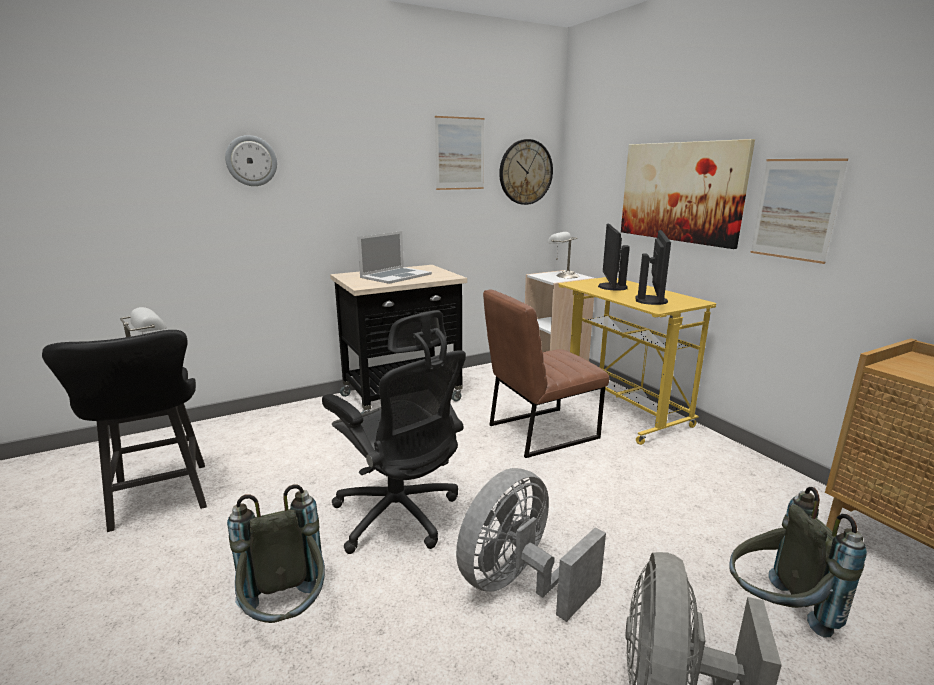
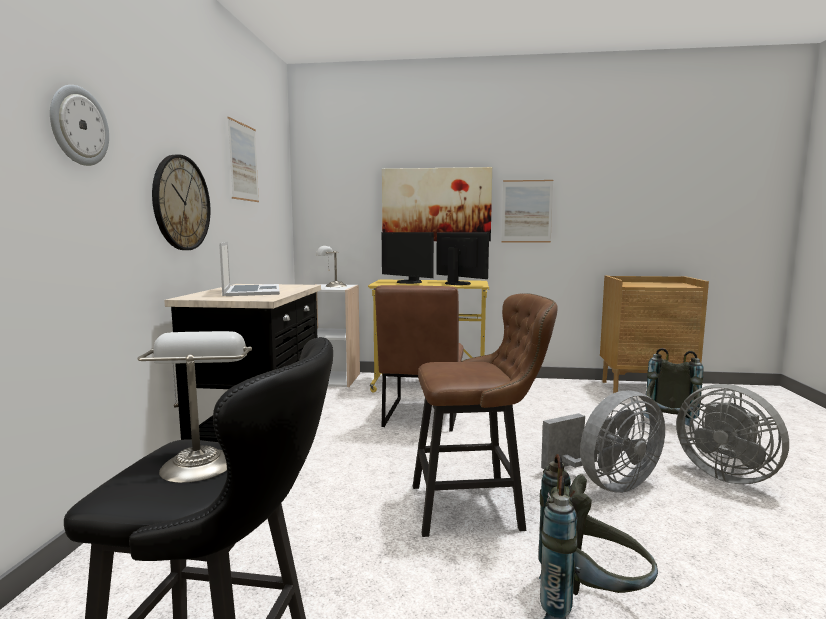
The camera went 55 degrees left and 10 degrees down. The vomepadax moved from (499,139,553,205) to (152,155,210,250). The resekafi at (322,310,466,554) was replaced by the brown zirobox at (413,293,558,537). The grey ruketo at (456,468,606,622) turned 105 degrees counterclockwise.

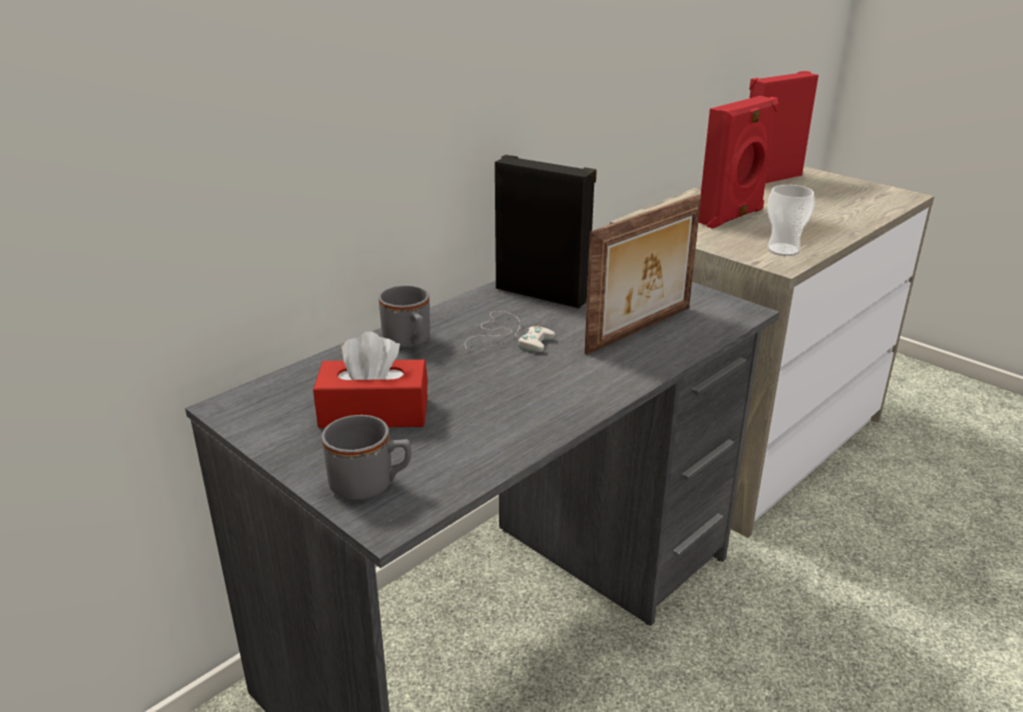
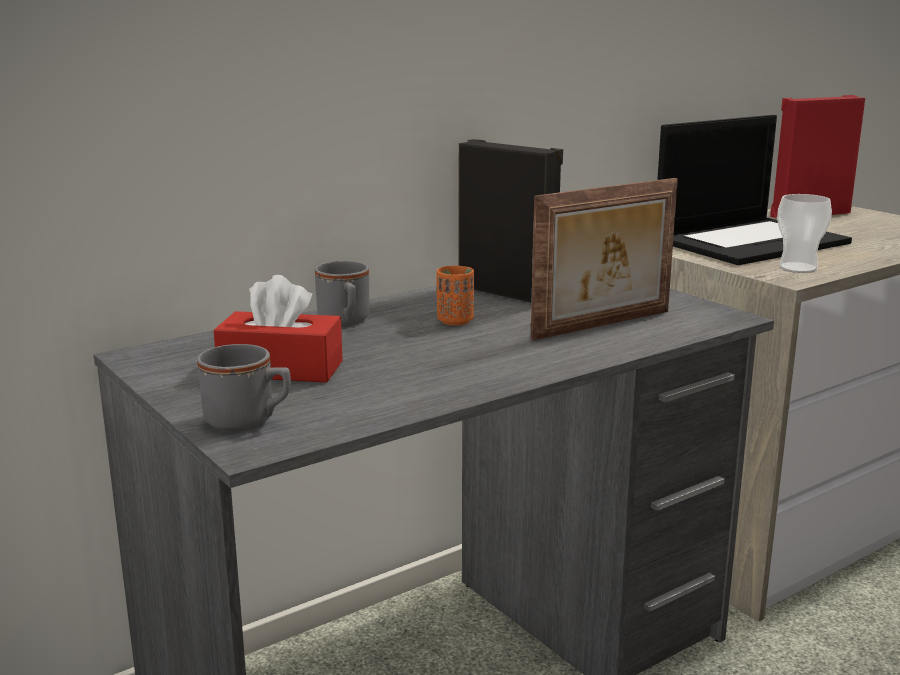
The camera went 10 degrees right and 10 degrees down. The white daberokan at (465,311,555,352) was replaced by the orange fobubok at (437,266,474,325). The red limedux at (698,96,778,229) was replaced by the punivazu at (657,115,852,265).

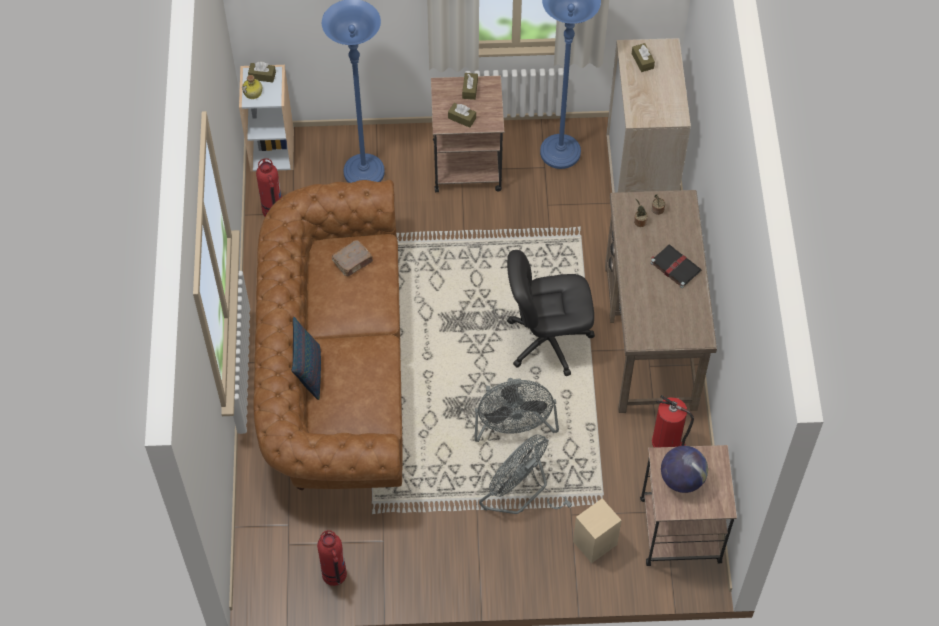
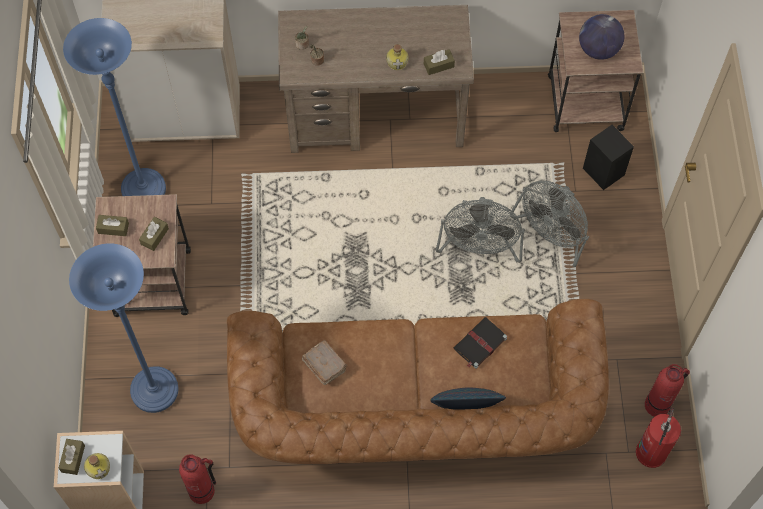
The camera went 90 degrees left and 5 degrees up. The black resekafi at (507,250,595,376) disappeared. The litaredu at (386,44,409,70) appeared. The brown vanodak moved from (632,43,655,72) to (424,49,455,75). The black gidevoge moved from (651,244,701,288) to (453,317,507,369). The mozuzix moved from (652,395,694,448) to (636,407,681,468). The beige limedux at (573,498,622,563) became the black limedux at (583,125,634,190). The grey ruketo at (474,378,559,442) turned 105 degrees clockwise.

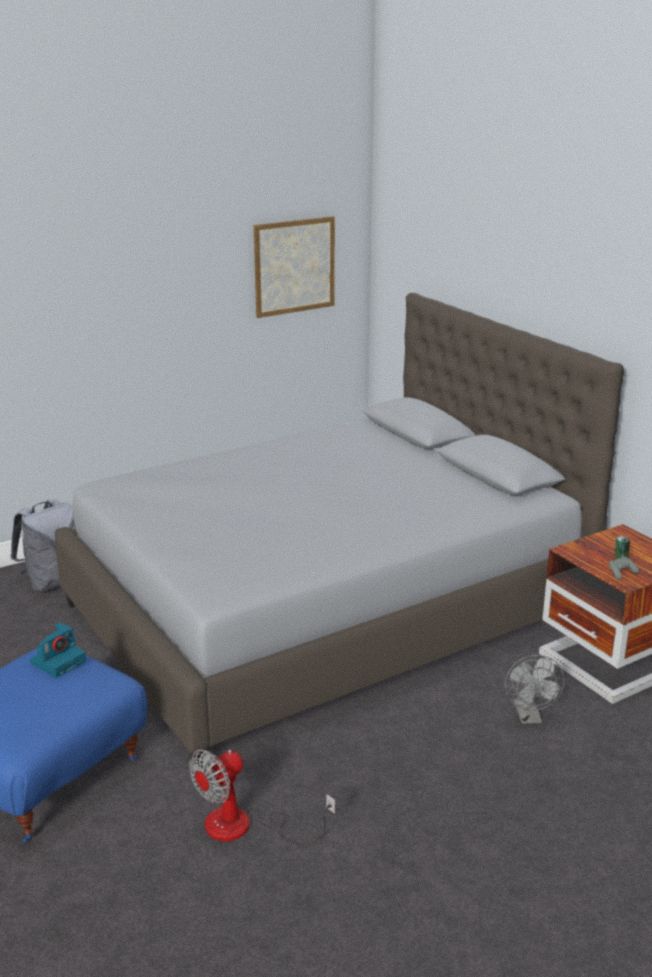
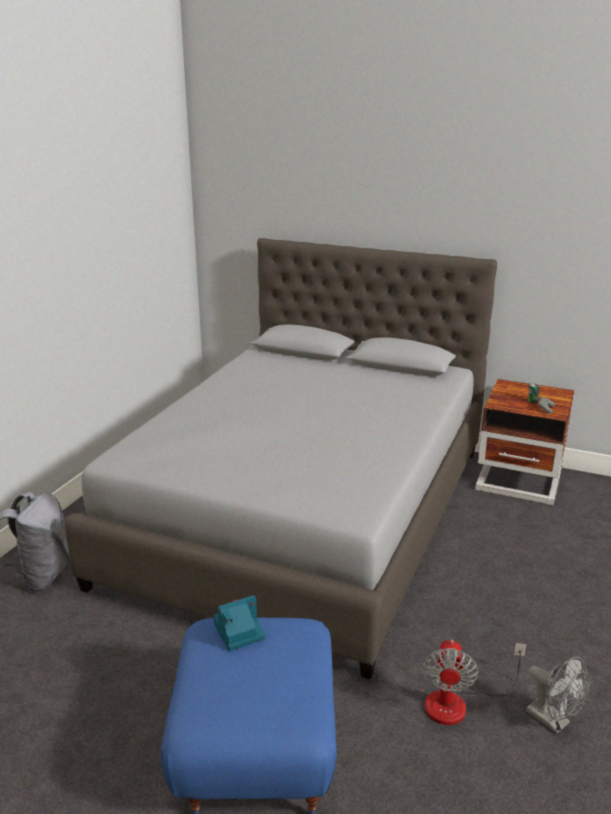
The camera went 35 degrees left and 0 degrees up. The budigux at (254,216,335,318) disappeared. The grey ruketo moved from (505,655,565,724) to (526,657,590,734). The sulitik at (30,623,86,678) turned 120 degrees counterclockwise.

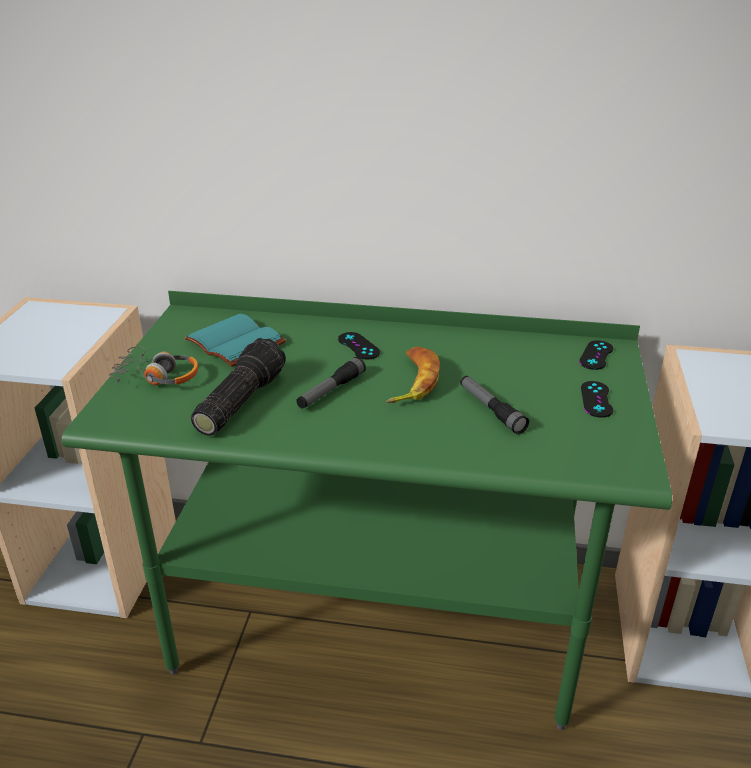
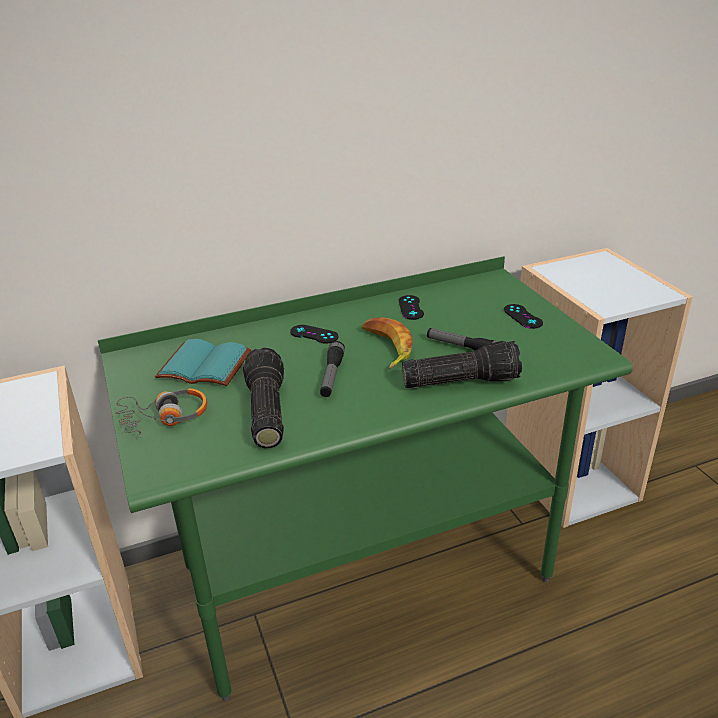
The camera went 30 degrees left and 0 degrees up. The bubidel at (402,341,522,388) appeared. The black daberokan moved from (579,340,613,370) to (398,295,424,320).

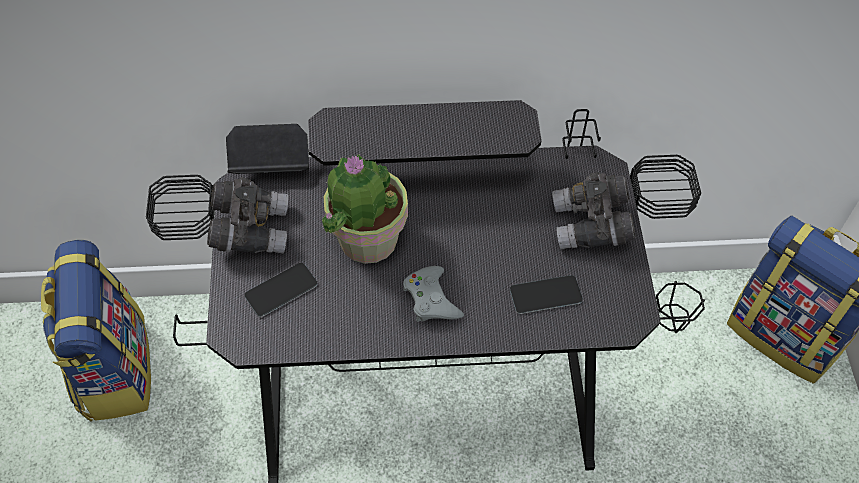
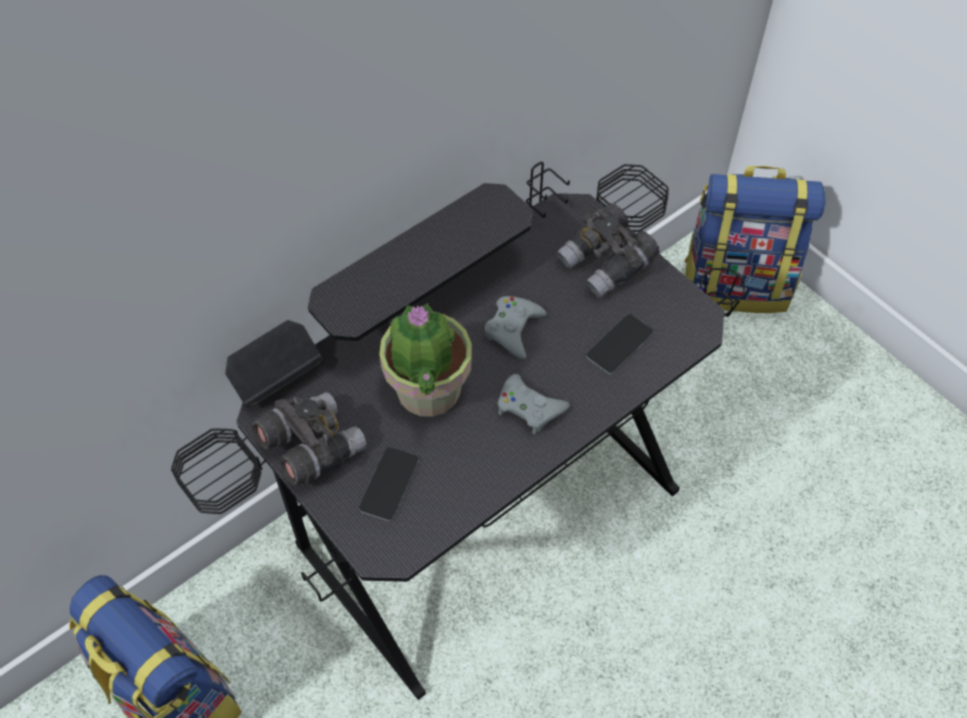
The camera went 35 degrees left and 0 degrees up. The grey daberokan at (484,296,547,359) appeared.

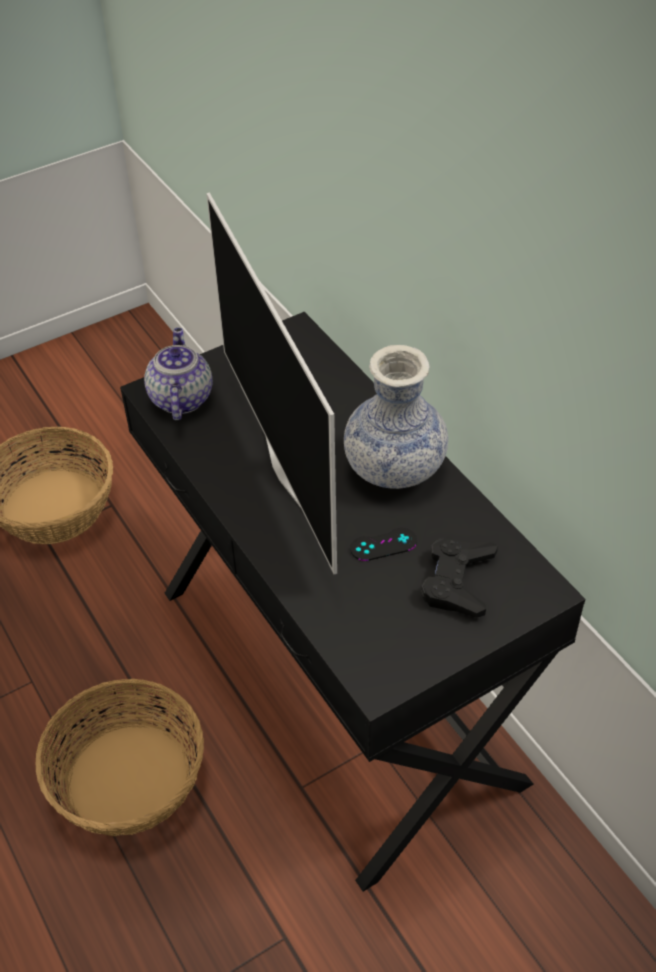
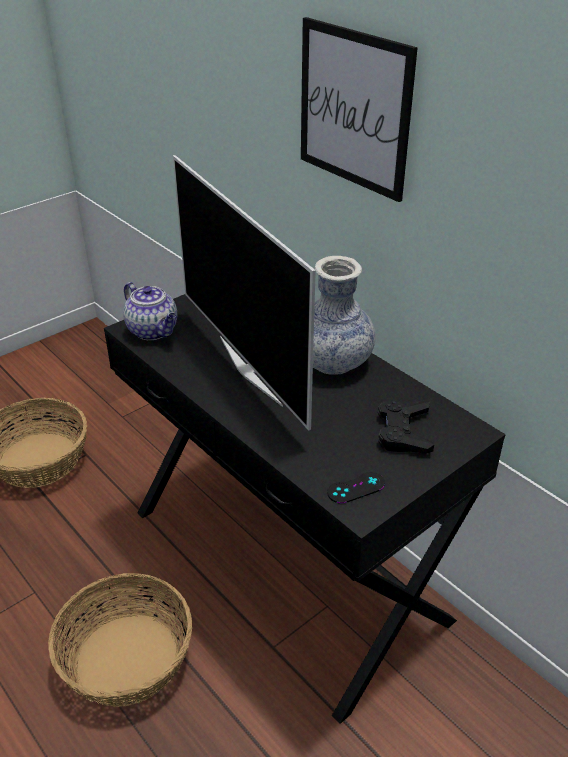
The camera went 10 degrees left and 10 degrees down. The budigux at (301,17,418,202) appeared. The black daberokan moved from (350,528,417,561) to (327,472,385,503). The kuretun at (144,328,213,420) turned 150 degrees clockwise.

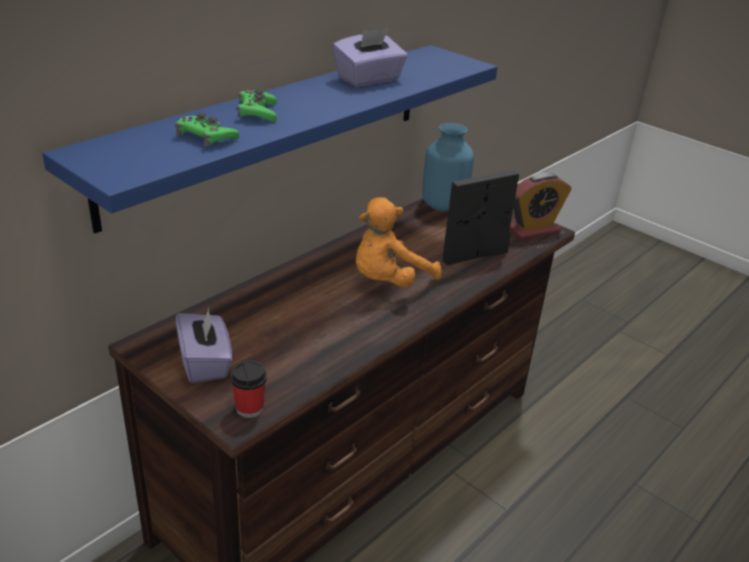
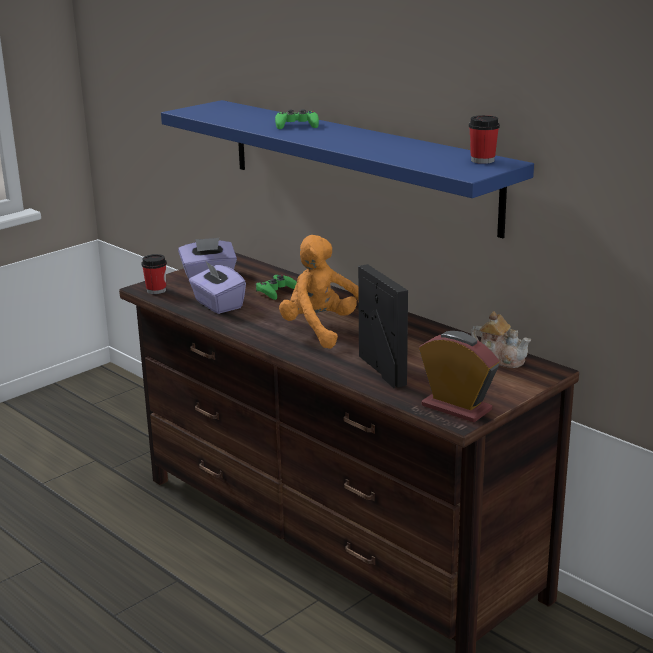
The camera went 95 degrees right and 10 degrees down. The fobubok at (469,115,500,164) appeared. The green daberokan moved from (175,113,239,147) to (255,275,297,300). The purple vanodak moved from (333,28,408,87) to (189,262,246,314). The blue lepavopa at (422,123,474,211) was replaced by the kuretun at (471,311,531,368). The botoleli at (510,172,572,239) turned 150 degrees clockwise.

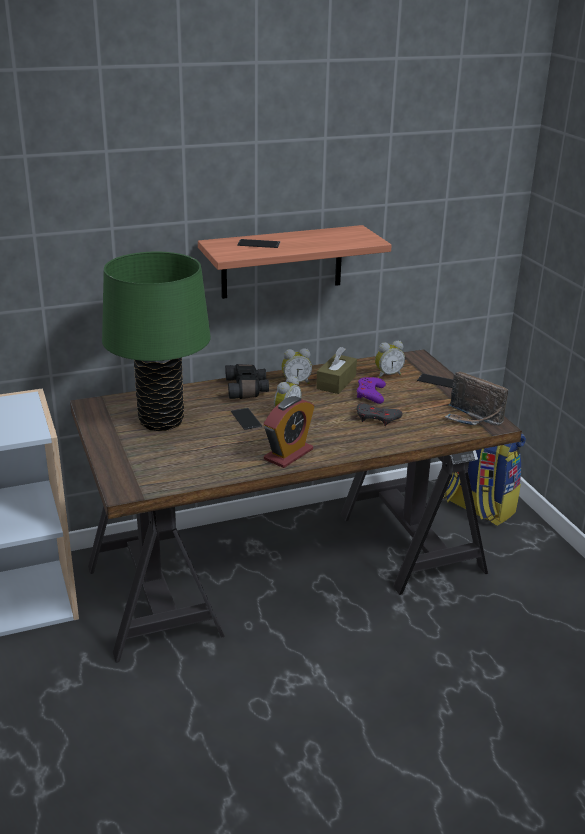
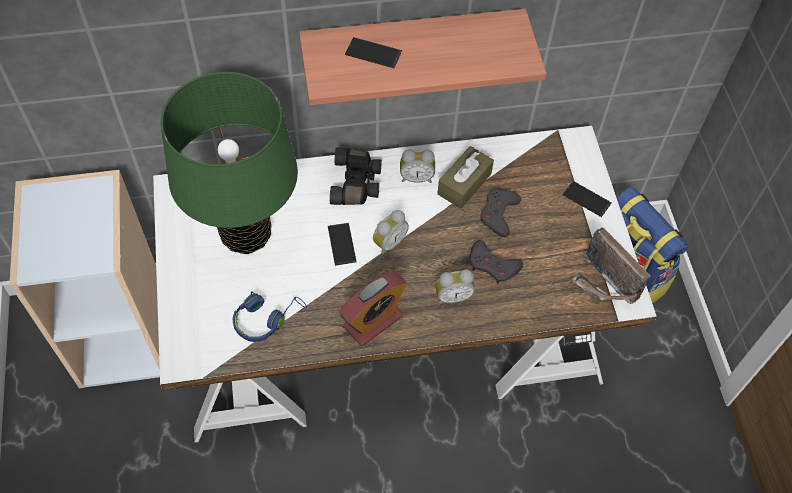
The camera went 10 degrees right and 30 degrees up. The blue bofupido at (233,291,307,342) appeared. The botoleli moved from (375,341,405,378) to (435,269,475,304). The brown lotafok at (70,349,522,663) became the white lotafok at (153,126,657,443). The purple daberokan at (357,377,386,404) became the grey daberokan at (480,189,521,237).

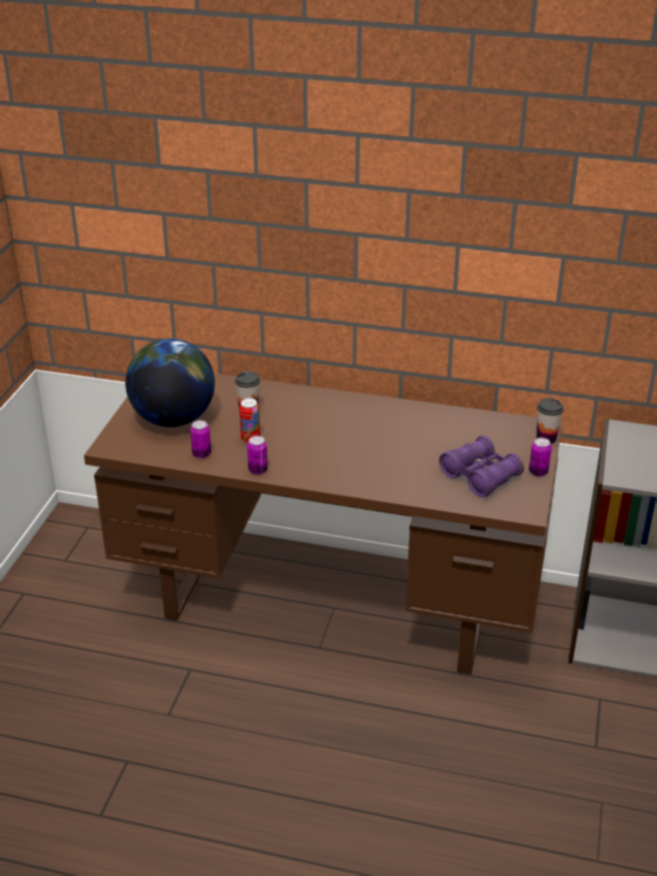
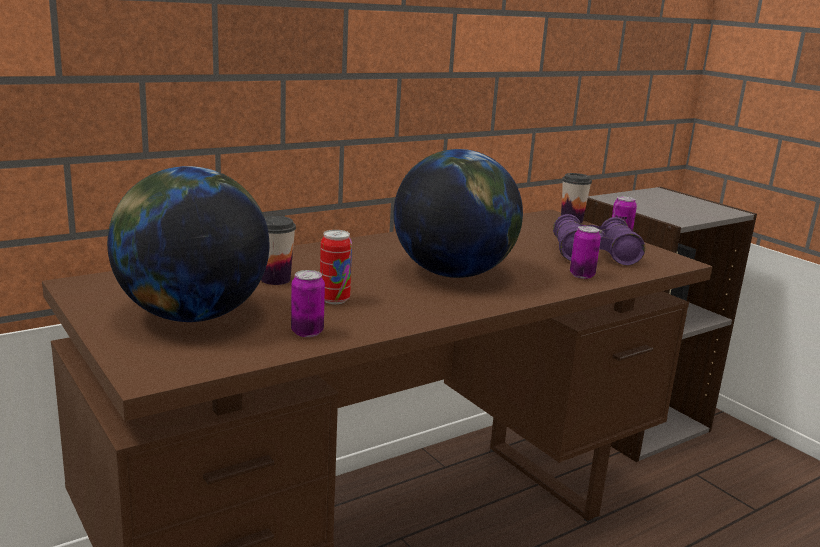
The camera went 50 degrees left and 15 degrees down. The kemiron at (394,149,523,278) appeared. The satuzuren moved from (247,436,268,475) to (570,226,601,279).

